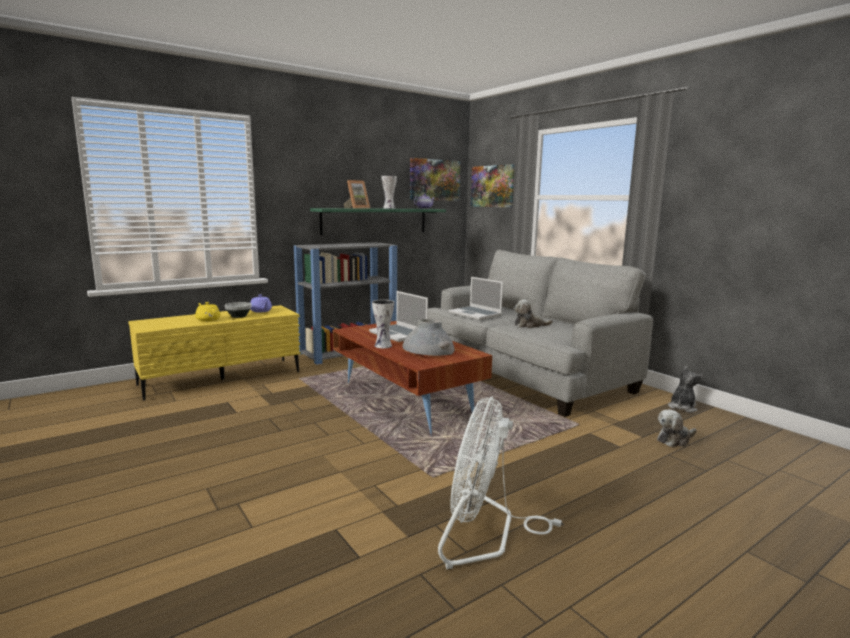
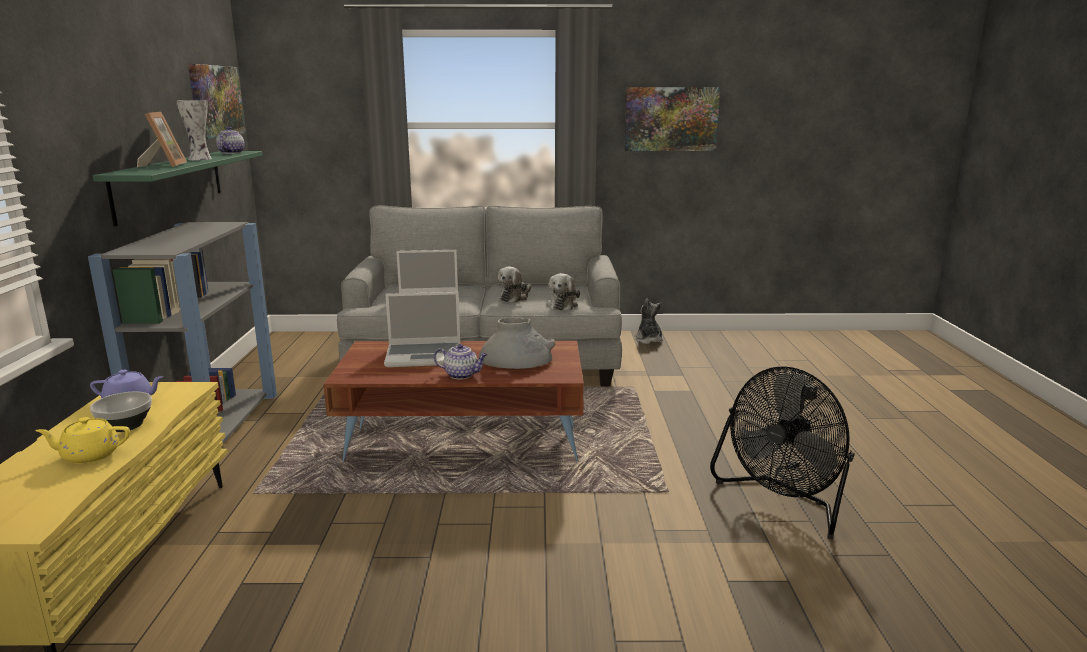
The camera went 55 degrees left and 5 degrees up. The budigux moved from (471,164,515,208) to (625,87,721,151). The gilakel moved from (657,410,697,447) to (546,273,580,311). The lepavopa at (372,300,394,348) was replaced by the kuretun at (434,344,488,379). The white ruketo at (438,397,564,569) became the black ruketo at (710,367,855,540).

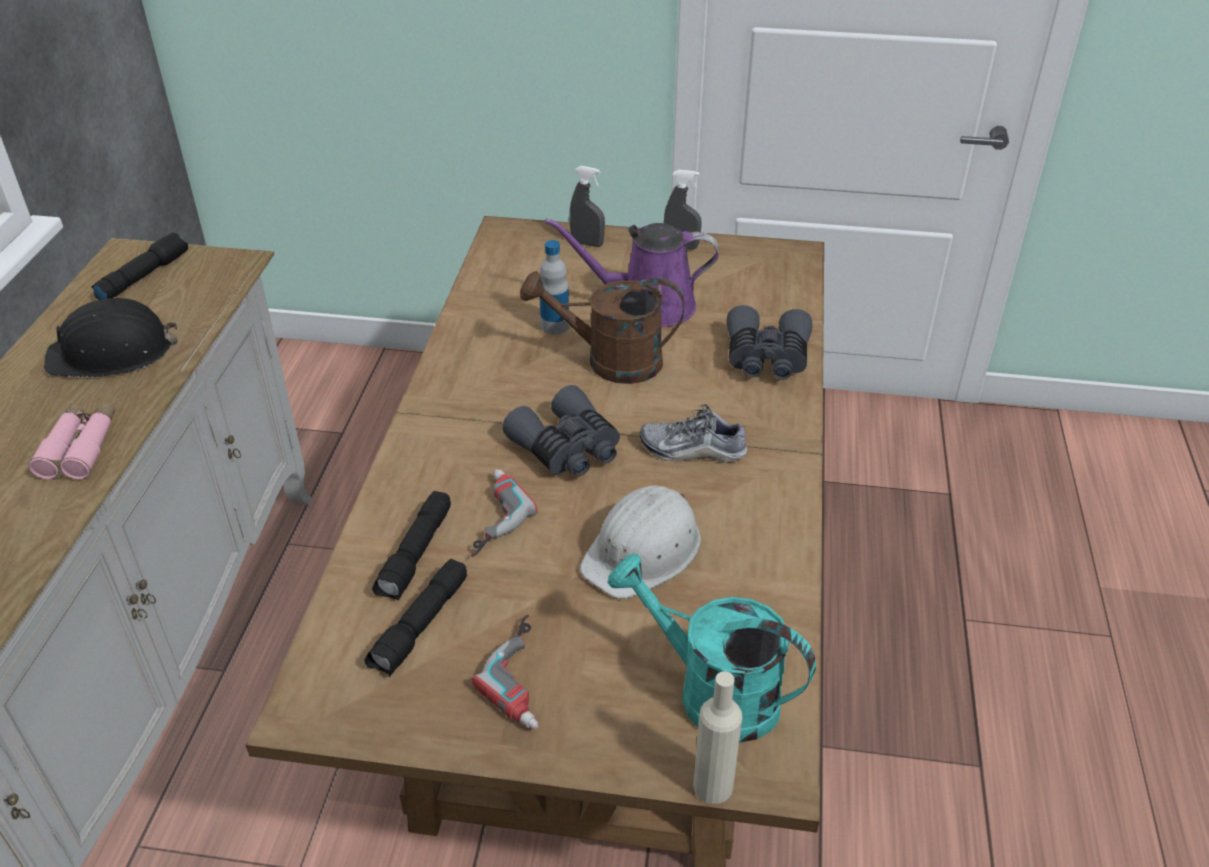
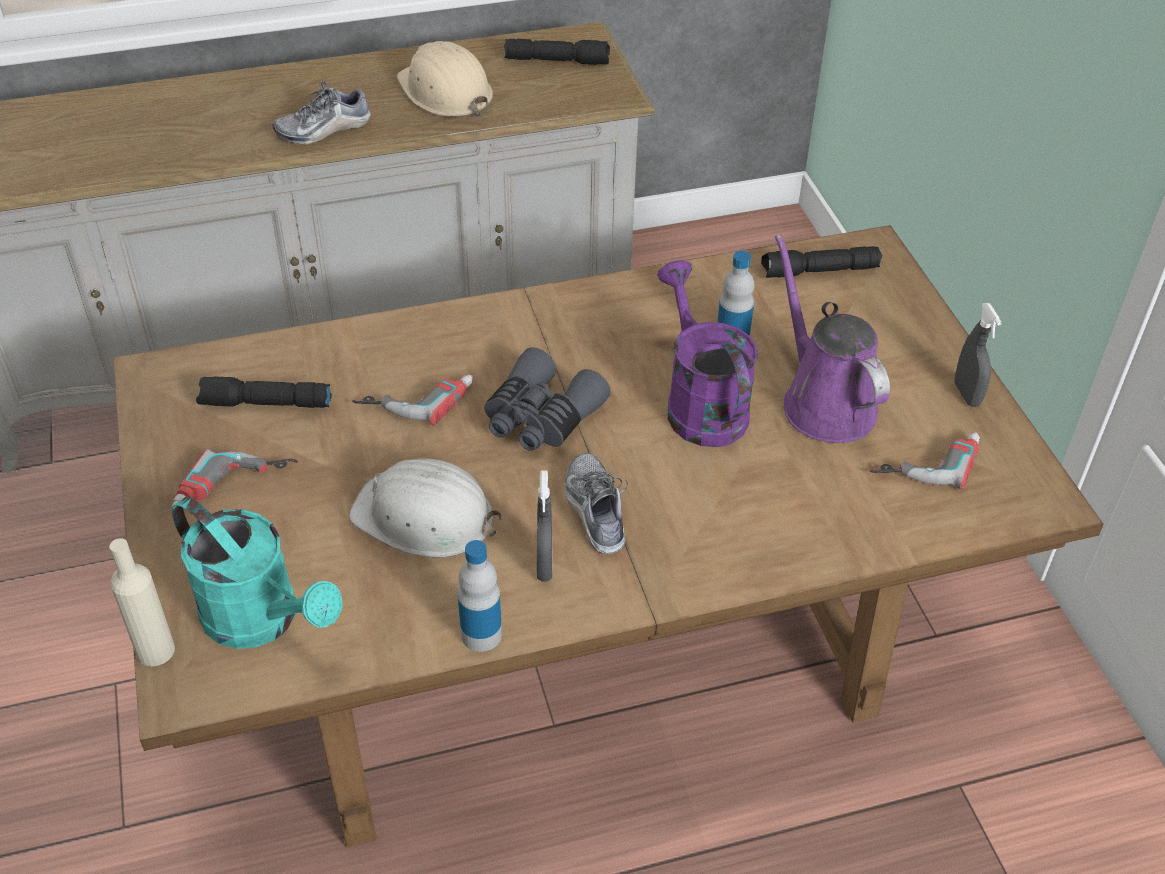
The camera went 65 degrees right and 5 degrees up. The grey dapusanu at (726,305,812,380) disappeared. The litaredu at (458,540,502,652) appeared. The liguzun at (870,432,980,489) appeared. The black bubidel moved from (372,491,451,600) to (761,246,882,278). The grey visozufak moved from (569,166,605,247) to (537,471,552,582). The pink dapusanu at (28,403,115,479) was replaced by the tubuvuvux at (272,81,371,145). The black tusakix at (44,298,178,377) became the beige tusakix at (397,41,493,117). The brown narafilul at (520,271,684,384) became the purple narafilul at (657,261,758,447). The turquoise narafilul at (607,553,816,743) turned 120 degrees clockwise.

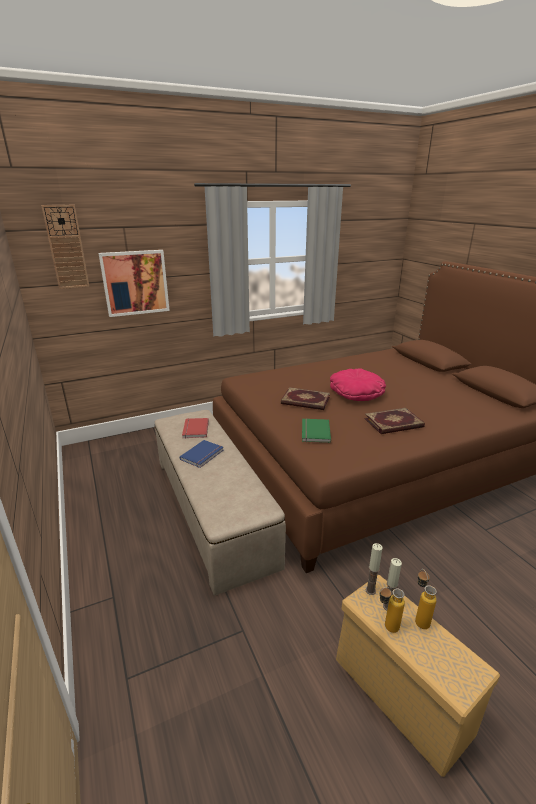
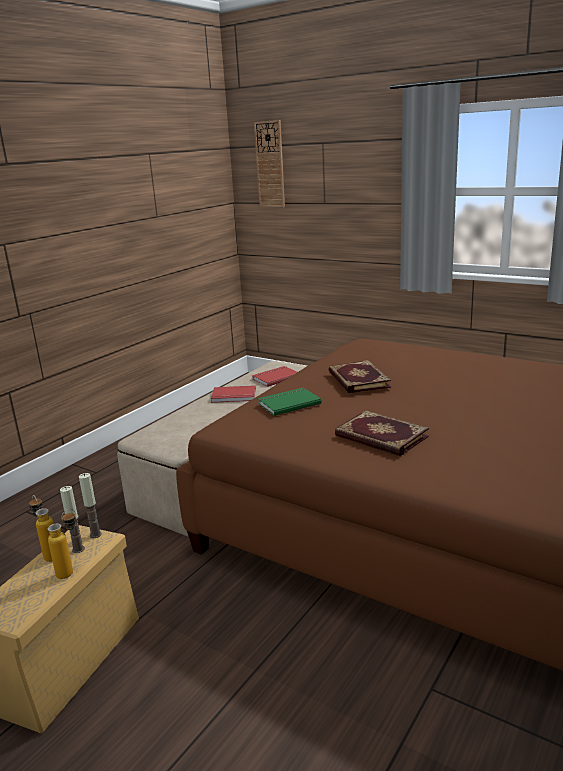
The camera went 60 degrees right and 5 degrees down. The budigux at (98,250,170,317) disappeared. The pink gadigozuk at (330,368,386,401) disappeared. The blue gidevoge at (179,440,223,468) became the red gidevoge at (211,385,256,403).

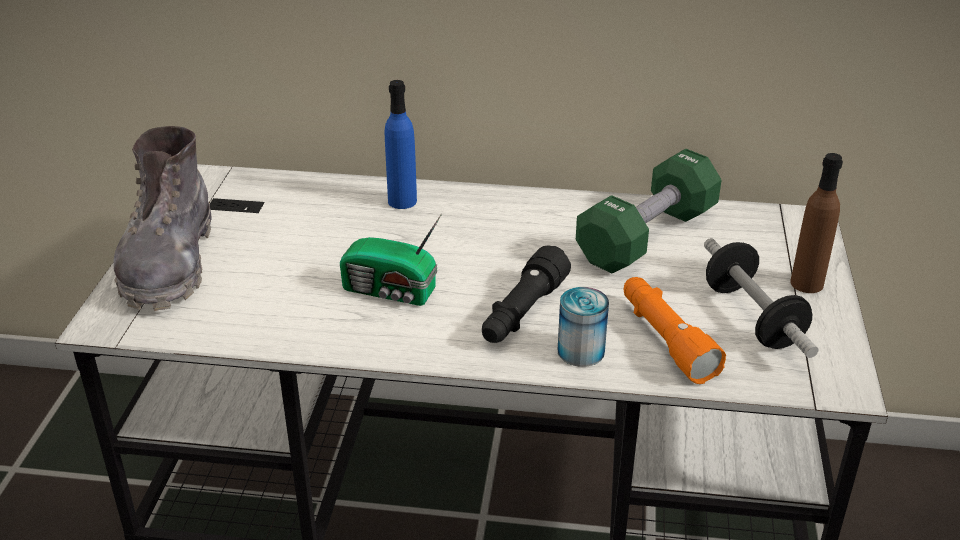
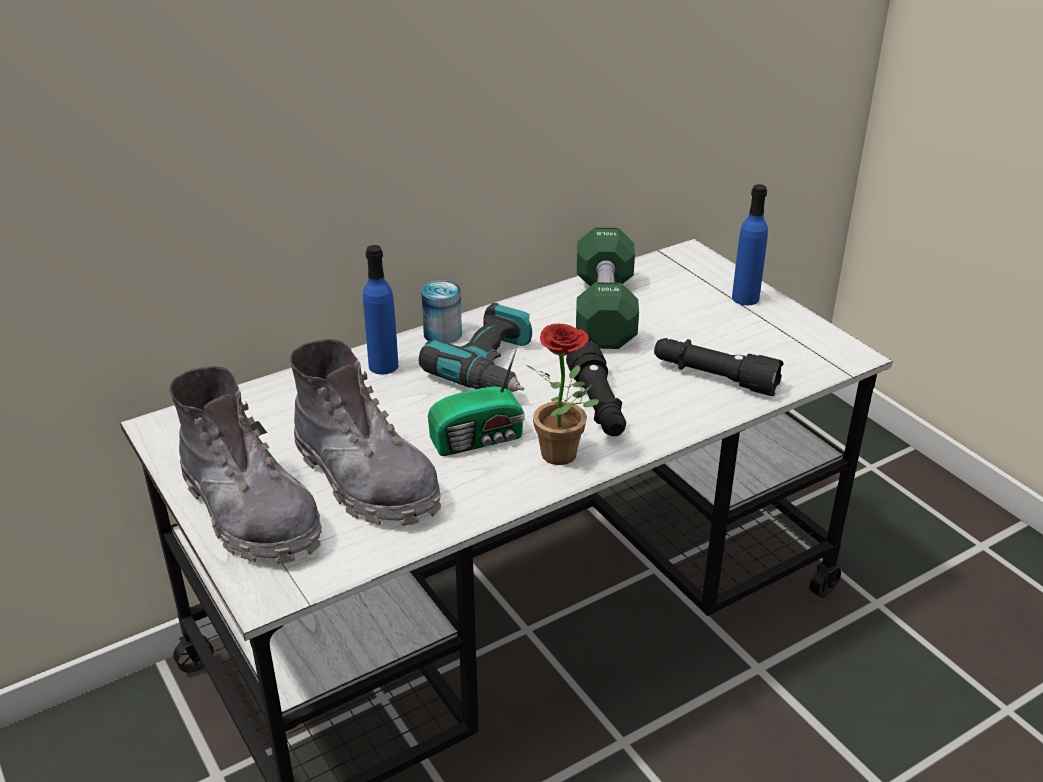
The camera went 40 degrees left and 0 degrees up. The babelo at (704,238,818,358) disappeared. The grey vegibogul at (290,339,441,526) appeared. The liguzun at (419,303,532,392) appeared. The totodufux at (526,324,599,465) appeared. The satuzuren moved from (558,287,609,367) to (421,280,462,344). The orange bubidel at (624,277,726,384) became the black bubidel at (654,338,783,396). The brown litaredu at (790,153,843,293) became the blue litaredu at (732,184,768,305).

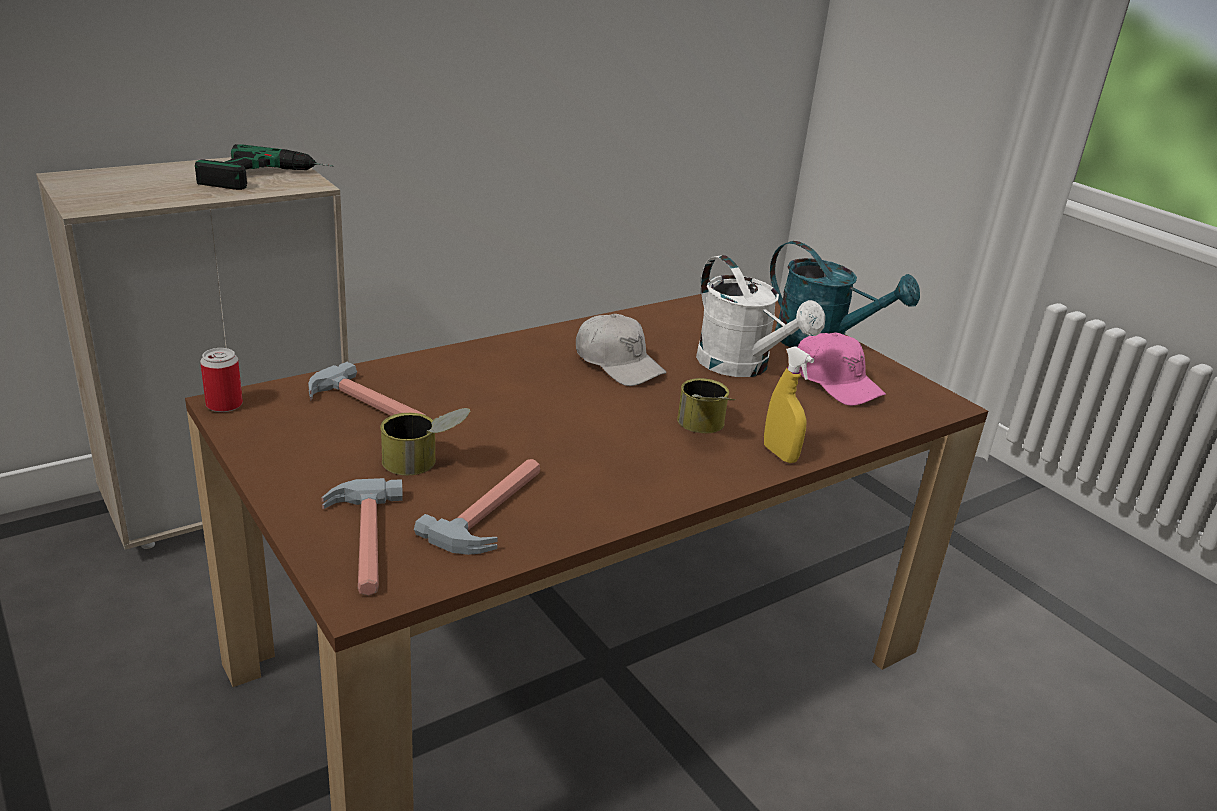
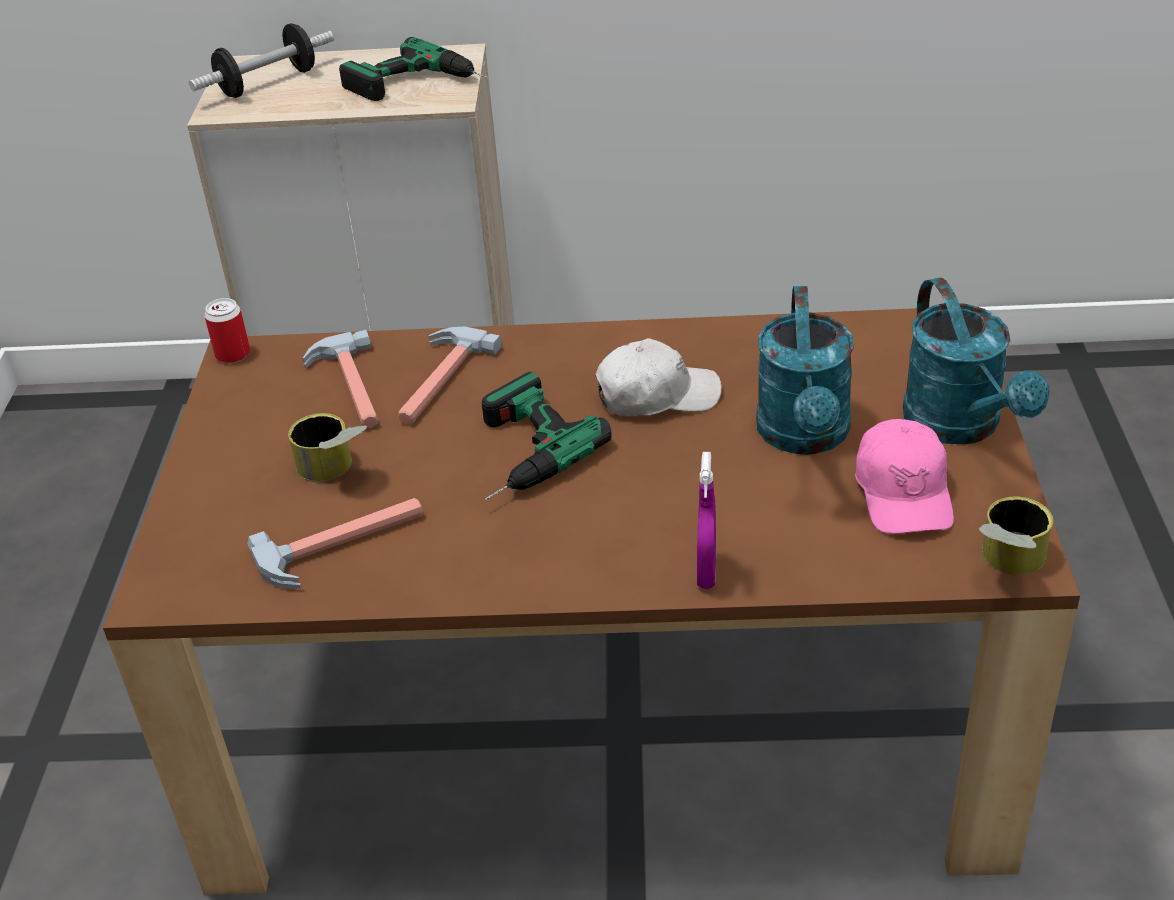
The camera went 40 degrees right and 10 degrees up. The babelo at (189,23,334,98) appeared. The liguzun at (482,372,612,500) appeared. The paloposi moved from (322,478,403,596) to (398,326,502,424). The satuzuren moved from (677,378,736,433) to (979,497,1053,575). The white narafilul at (696,255,825,377) became the turquoise narafilul at (756,286,854,455). The yellow visozufak at (764,346,814,463) became the purple visozufak at (697,452,716,589). The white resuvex at (576,314,667,386) turned 90 degrees counterclockwise.

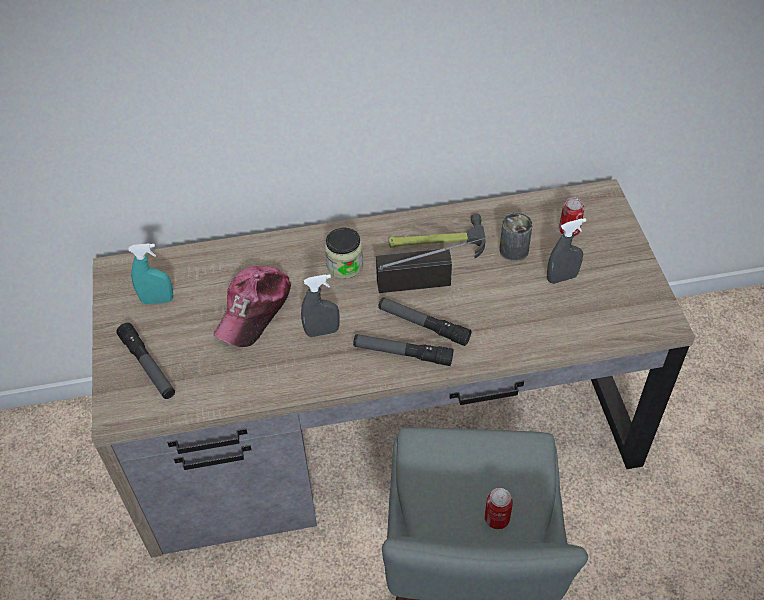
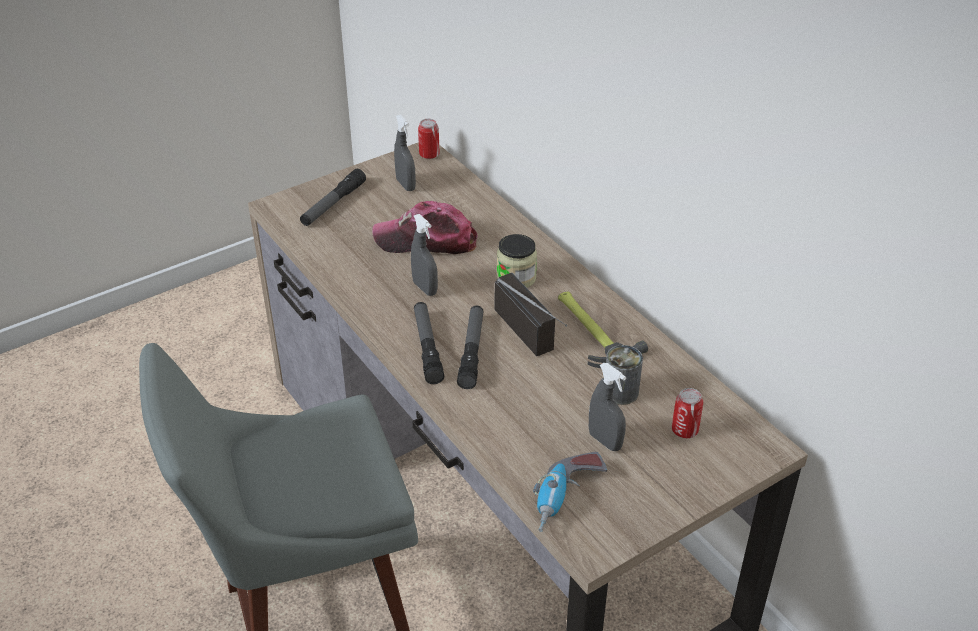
The camera went 65 degrees right and 10 degrees down. The liguzun at (533,452,607,532) appeared. The satuzuren moved from (485,488,513,529) to (418,119,440,159). The turquoise visozufak at (128,243,173,304) became the grey visozufak at (394,114,416,191).

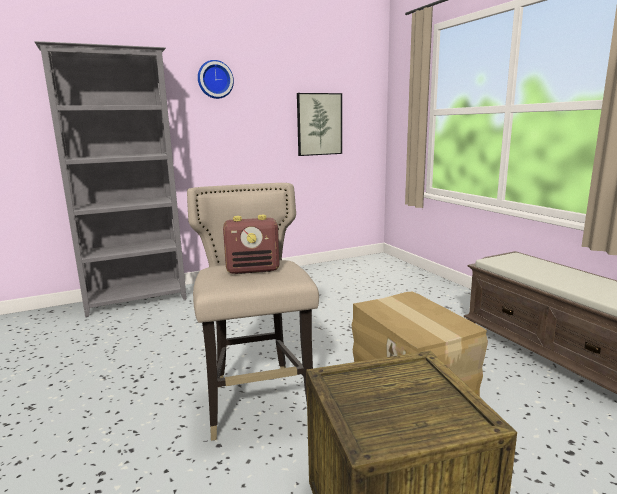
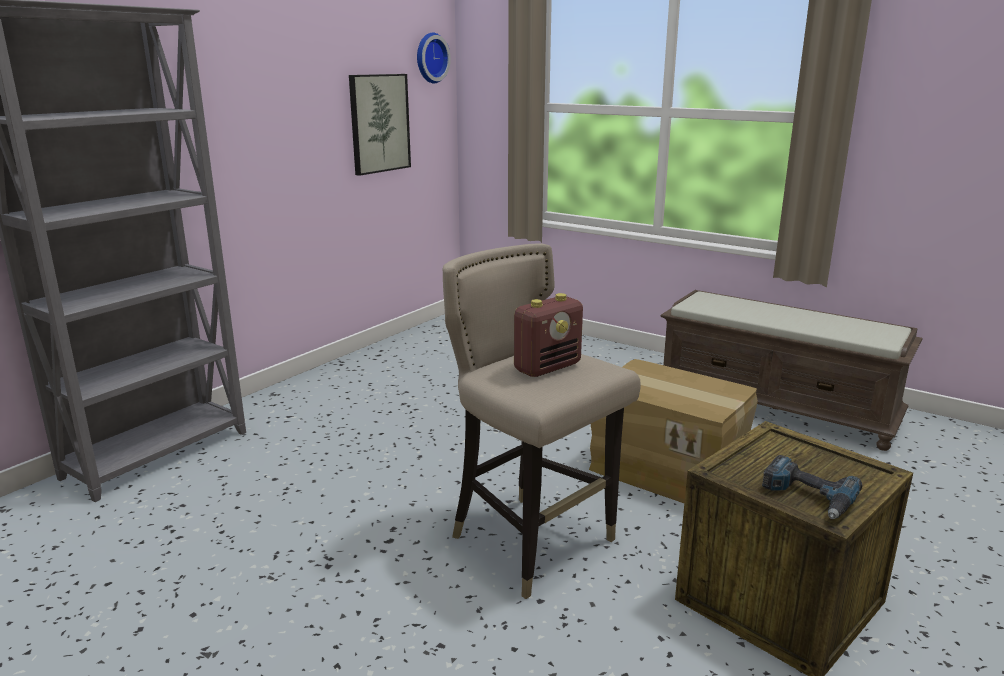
The camera went 30 degrees left and 5 degrees up. The liguzun at (762,455,862,519) appeared. The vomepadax moved from (198,60,234,99) to (417,33,451,83).

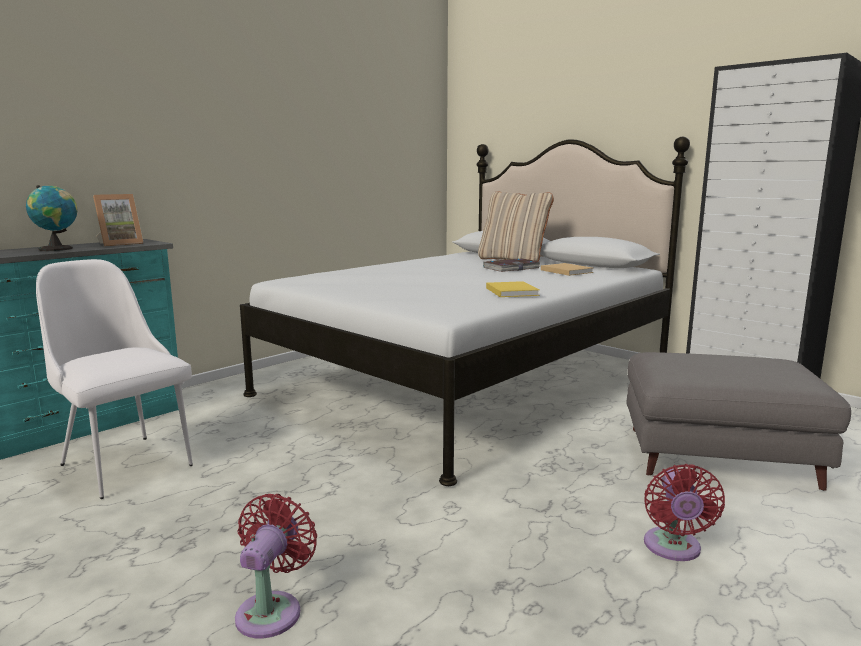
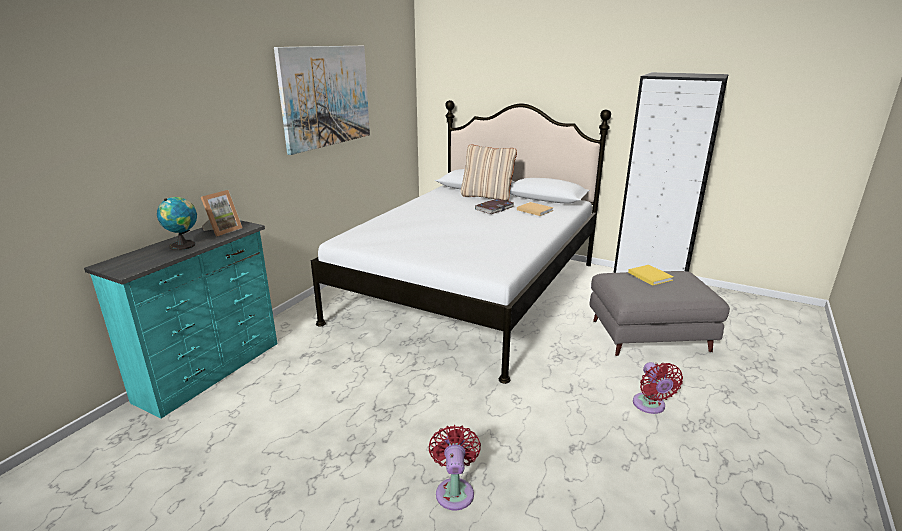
The camera went 15 degrees left and 10 degrees up. The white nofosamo at (36,259,193,499) disappeared. The budigux at (274,46,370,155) appeared. The yellow gidevoge moved from (486,281,540,297) to (628,265,674,286).

